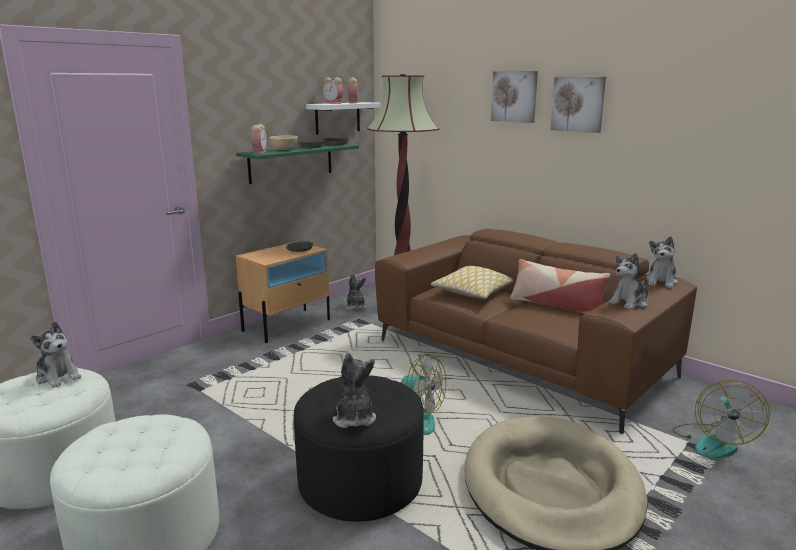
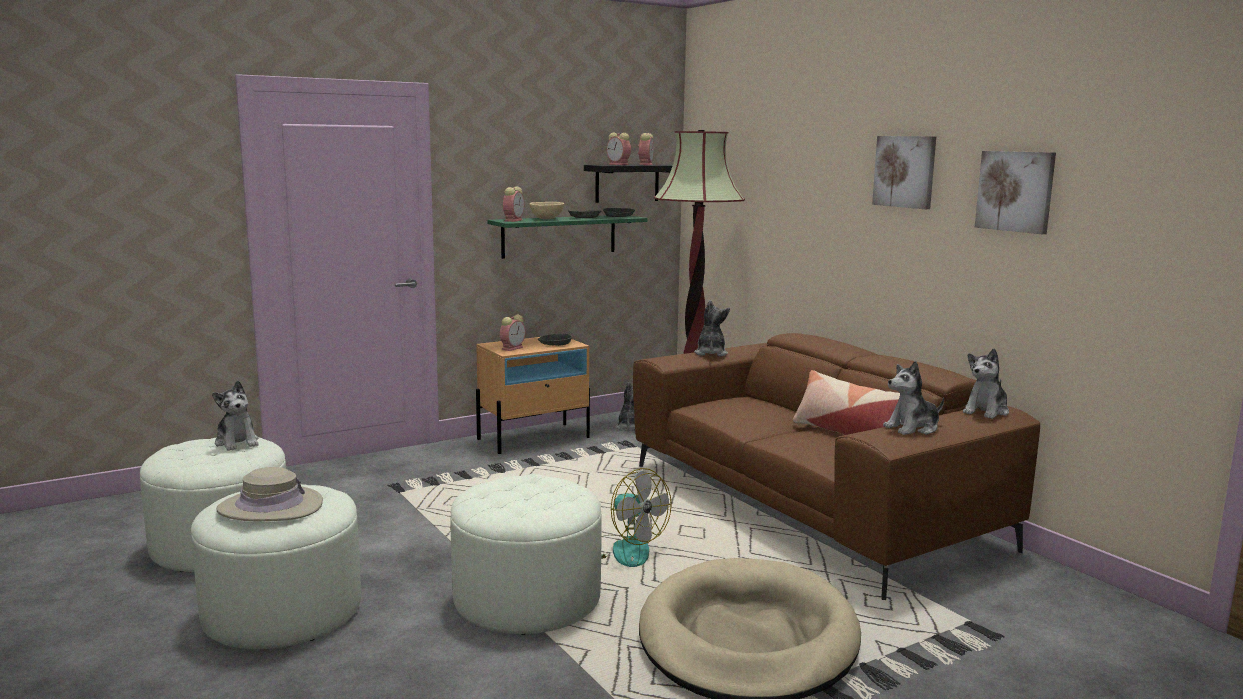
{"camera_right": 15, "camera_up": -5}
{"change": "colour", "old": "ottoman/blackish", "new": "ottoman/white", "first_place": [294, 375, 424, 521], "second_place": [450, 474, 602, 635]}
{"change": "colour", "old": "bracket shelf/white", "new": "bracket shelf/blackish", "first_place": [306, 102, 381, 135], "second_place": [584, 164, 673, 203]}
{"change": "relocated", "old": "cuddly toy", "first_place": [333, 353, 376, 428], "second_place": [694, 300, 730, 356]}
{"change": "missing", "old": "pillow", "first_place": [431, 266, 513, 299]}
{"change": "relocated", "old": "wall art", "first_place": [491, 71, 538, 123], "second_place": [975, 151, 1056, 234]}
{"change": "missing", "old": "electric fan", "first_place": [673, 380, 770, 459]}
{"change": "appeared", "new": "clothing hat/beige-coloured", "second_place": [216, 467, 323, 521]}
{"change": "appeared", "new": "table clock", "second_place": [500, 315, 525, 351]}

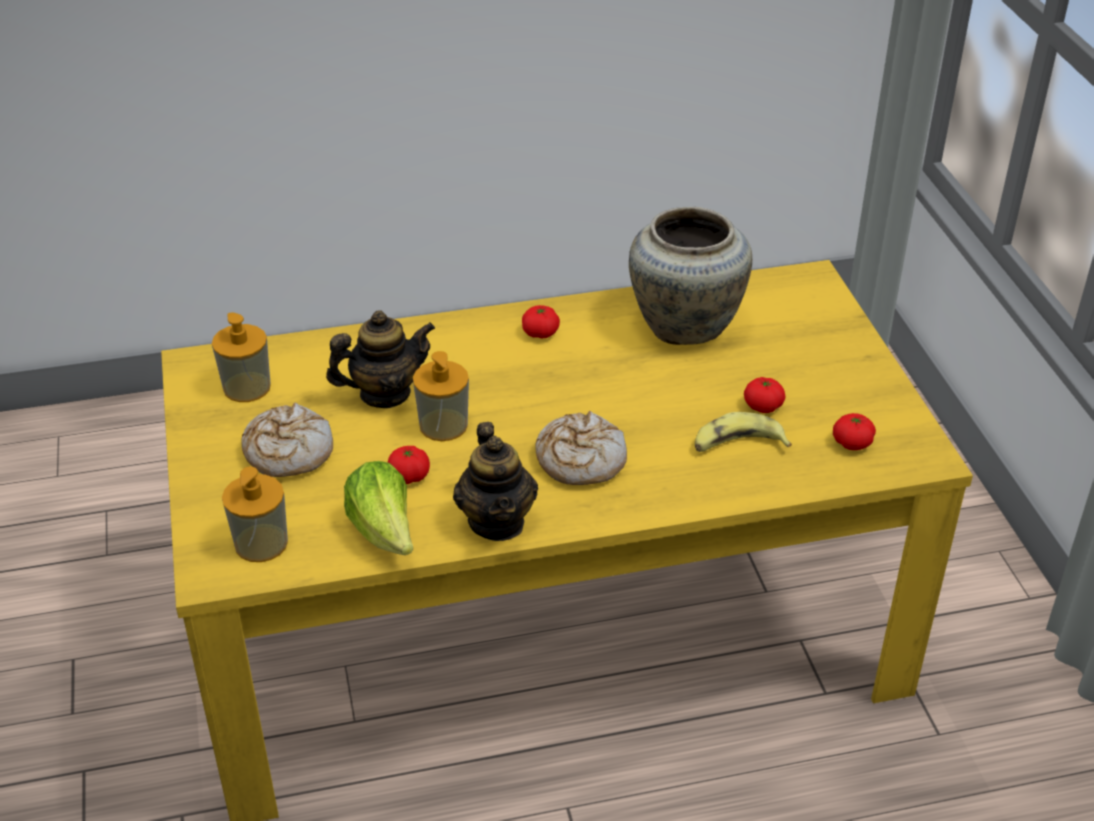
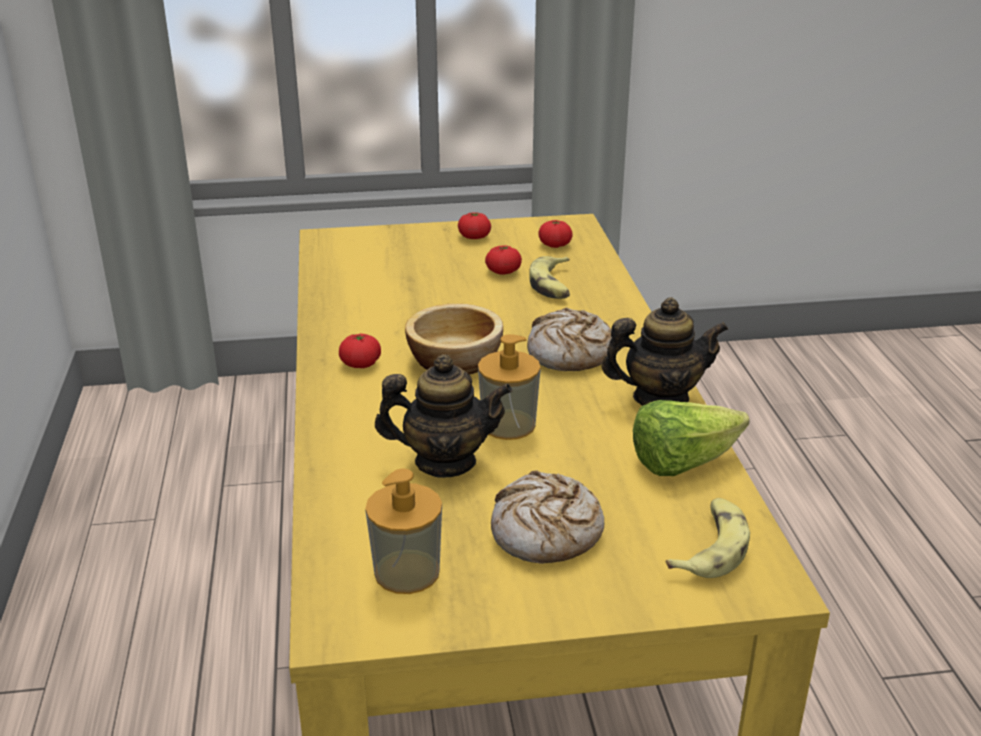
{"camera_right": -85, "camera_up": -10}
{"change": "exchanged", "old": "soap bottle", "new": "banana", "first_place": [222, 467, 288, 562], "second_place": [666, 498, 750, 578]}
{"change": "spun", "old": "tea pot", "first_place": [326, 310, 435, 408], "second_place": [375, 354, 513, 478], "degrees": 105}
{"change": "relocated", "old": "fresh tomato", "first_place": [387, 446, 430, 484], "second_place": [458, 212, 491, 239]}
{"change": "missing", "old": "flower vase/beige-coloured", "first_place": [629, 207, 752, 345]}
{"change": "appeared", "new": "deep dish", "second_place": [405, 304, 503, 375]}

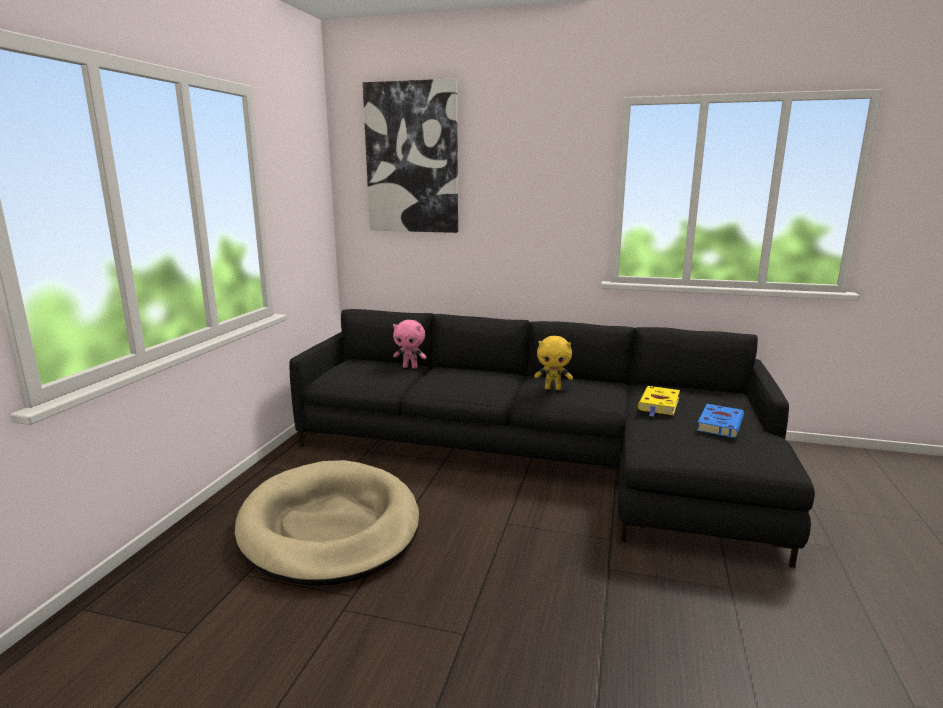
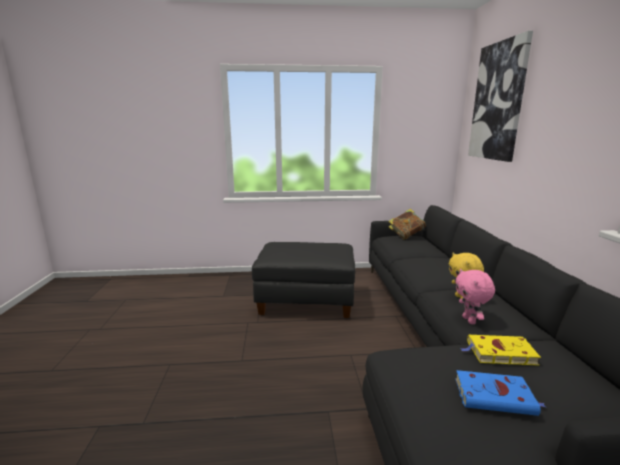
{"camera_right": 70, "camera_up": 0}
{"change": "exchanged", "old": "dog cushion/beige-coloured", "new": "ottoman/blackish", "first_place": [235, 460, 419, 586], "second_place": [252, 242, 355, 318]}
{"change": "relocated", "old": "cuddly toy/pink-coloured", "first_place": [393, 320, 427, 369], "second_place": [455, 269, 495, 324]}
{"change": "appeared", "new": "book", "second_place": [388, 209, 426, 240]}

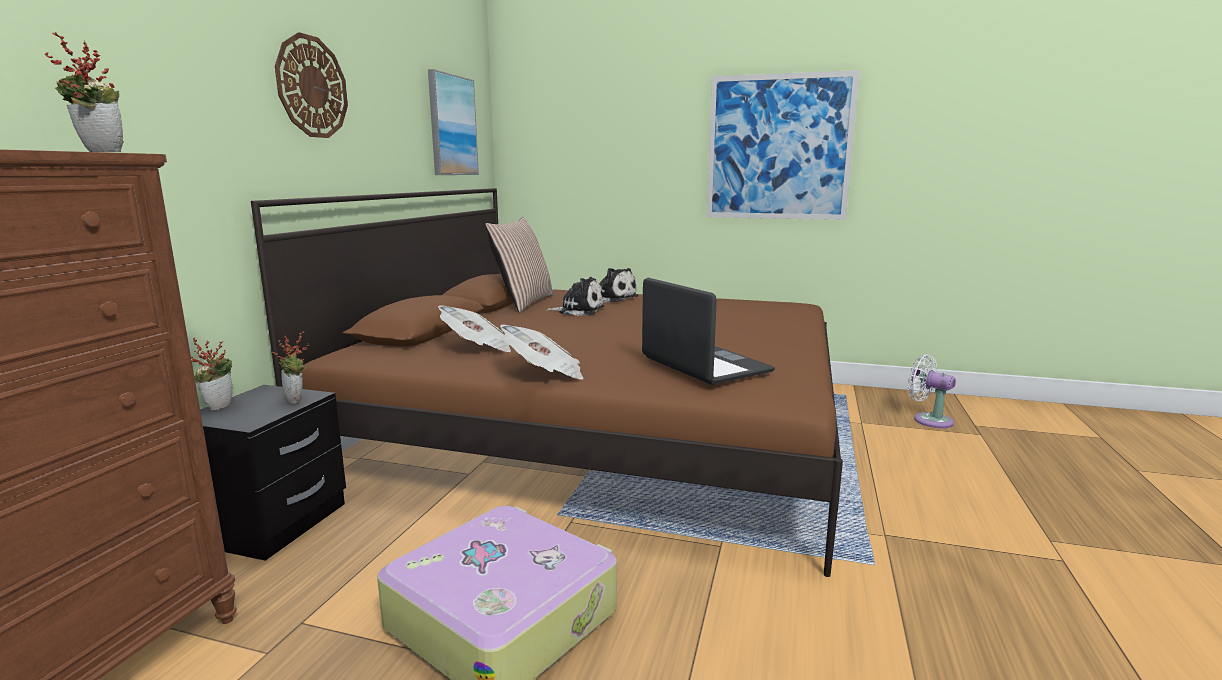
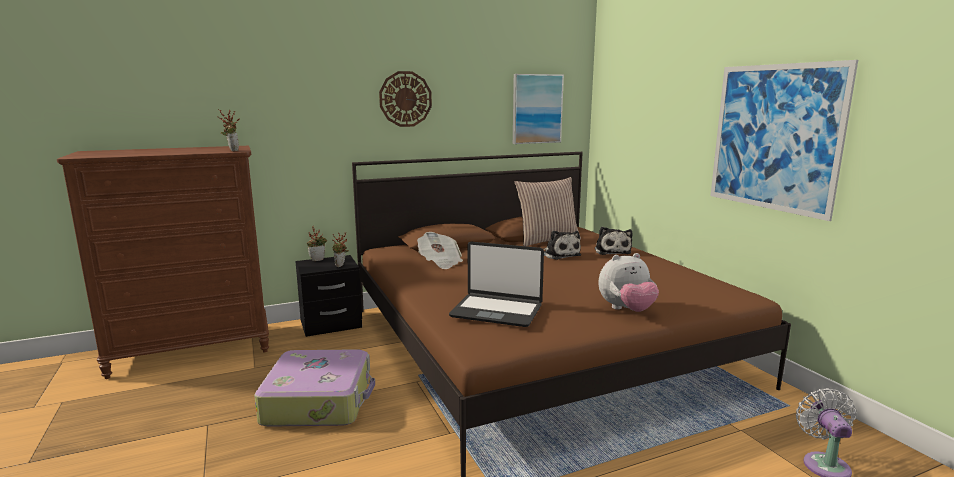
{"camera_right": 50, "camera_up": 0}
{"change": "missing", "old": "printed paper", "first_place": [500, 324, 583, 379]}
{"change": "spun", "old": "laptop", "first_place": [642, 278, 775, 385], "second_place": [449, 242, 544, 327], "degrees": 90}
{"change": "appeared", "new": "cuddly toy", "second_place": [598, 253, 659, 312]}

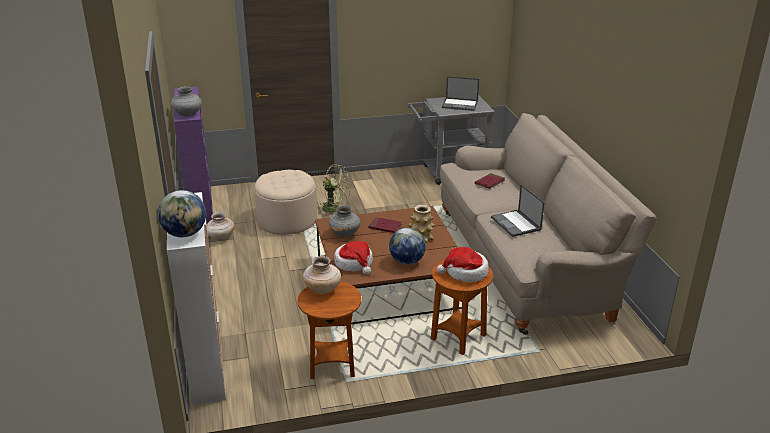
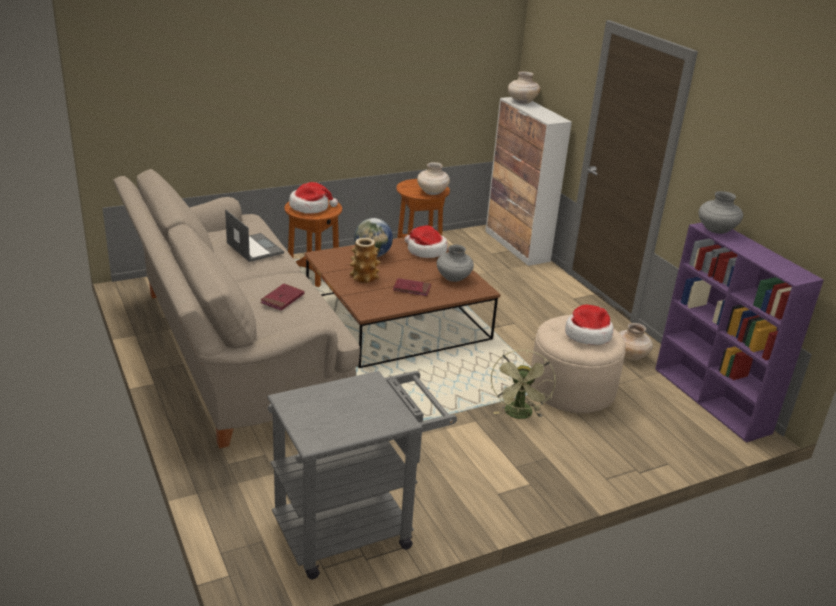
{"camera_right": 165, "camera_up": 0}
{"change": "exchanged", "old": "world globe", "new": "flower vase/beige-coloured", "first_place": [158, 190, 206, 237], "second_place": [508, 71, 540, 104]}
{"change": "spun", "old": "electric fan/greenish", "first_place": [320, 164, 350, 217], "second_place": [491, 350, 556, 419], "degrees": -90}
{"change": "missing", "old": "laptop", "first_place": [442, 76, 479, 111]}
{"change": "appeared", "new": "clothing hat", "second_place": [565, 305, 614, 345]}

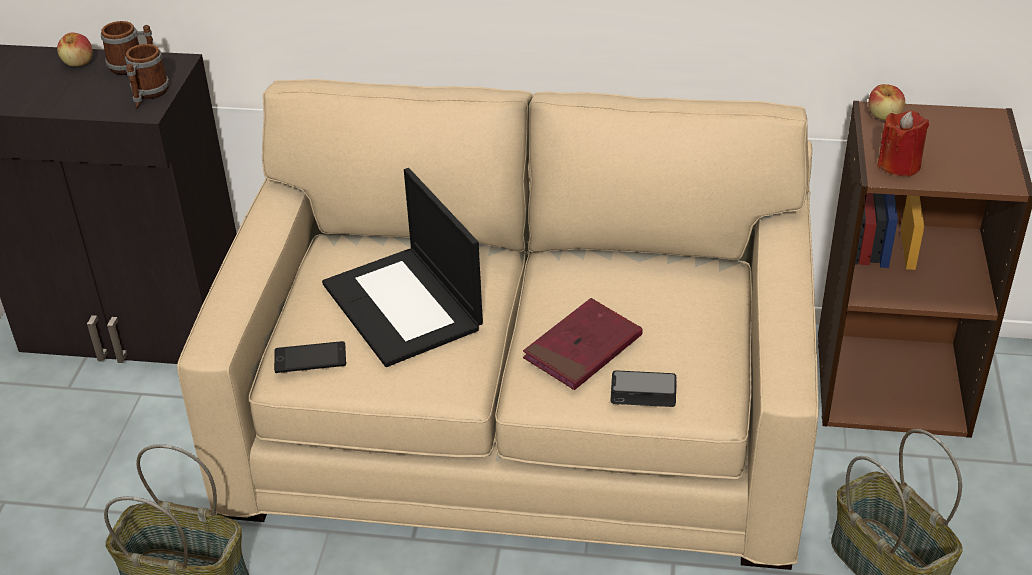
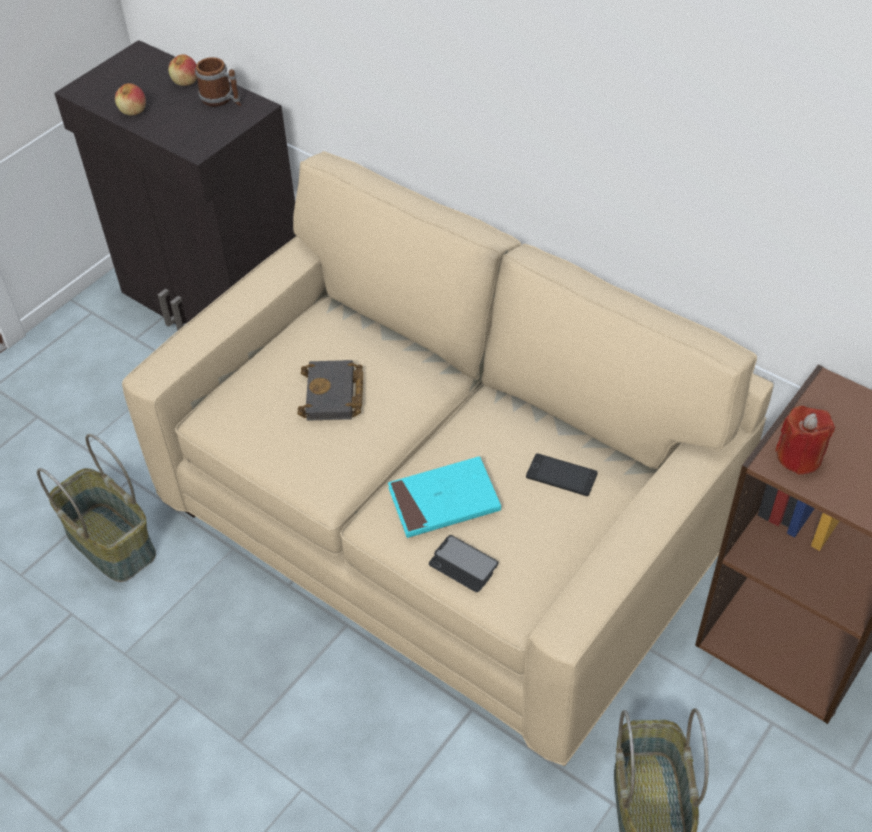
{"camera_right": 30, "camera_up": 10}
{"change": "missing", "old": "tea mug", "first_place": [125, 44, 169, 108]}
{"change": "relocated", "old": "handset", "first_place": [274, 341, 346, 373], "second_place": [526, 453, 598, 496]}
{"change": "exchanged", "old": "laptop", "new": "book/blackish", "first_place": [322, 168, 483, 367], "second_place": [297, 360, 363, 421]}
{"change": "colour", "old": "book/reddish", "new": "book/blue-green", "first_place": [523, 298, 643, 390], "second_place": [388, 456, 501, 538]}
{"change": "relocated", "old": "whole apple", "first_place": [869, 84, 905, 120], "second_place": [115, 83, 146, 115]}

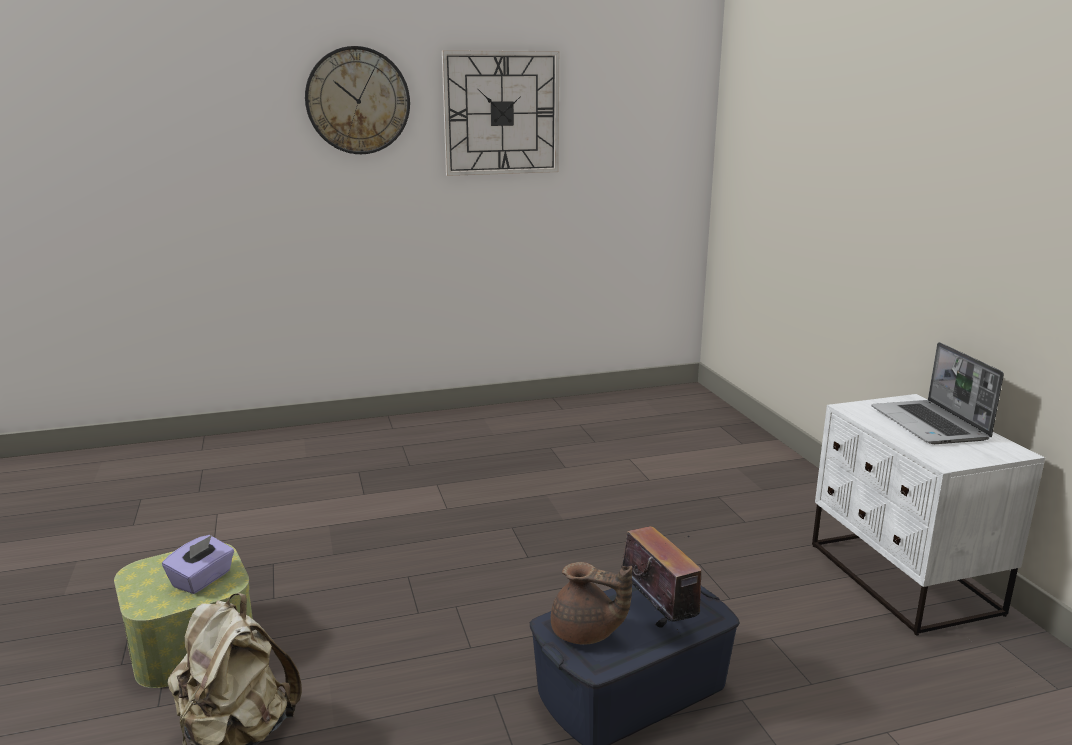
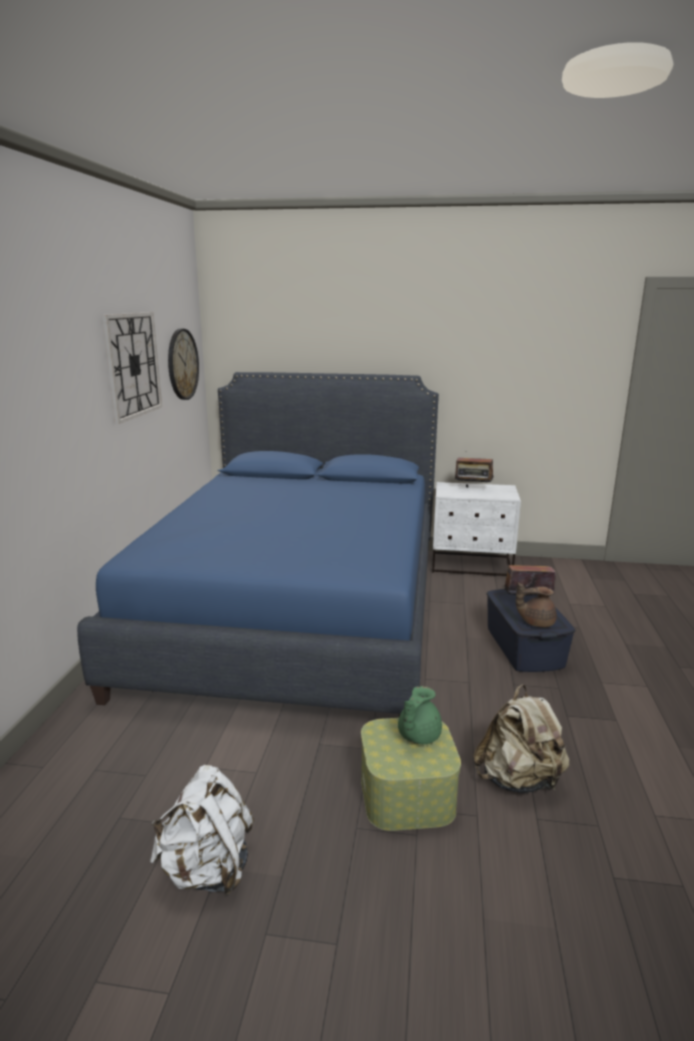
{"camera_right": -65, "camera_up": 0}
{"change": "exchanged", "old": "tissue holder/purplish", "new": "tea pot/greenish", "first_place": [162, 535, 234, 594], "second_place": [398, 686, 442, 744]}
{"change": "relocated", "old": "clock on the wall", "first_place": [305, 46, 410, 154], "second_place": [168, 329, 199, 400]}
{"change": "spun", "old": "tea pot/brown-coloured", "first_place": [551, 562, 633, 645], "second_place": [516, 582, 557, 627], "degrees": -135}
{"change": "exchanged", "old": "laptop", "new": "radio set", "first_place": [871, 342, 1004, 444], "second_place": [455, 458, 494, 488]}
{"change": "appeared", "new": "bed/bluish", "second_place": [77, 372, 439, 716]}
{"change": "appeared", "new": "rucksack/white", "second_place": [150, 765, 254, 895]}

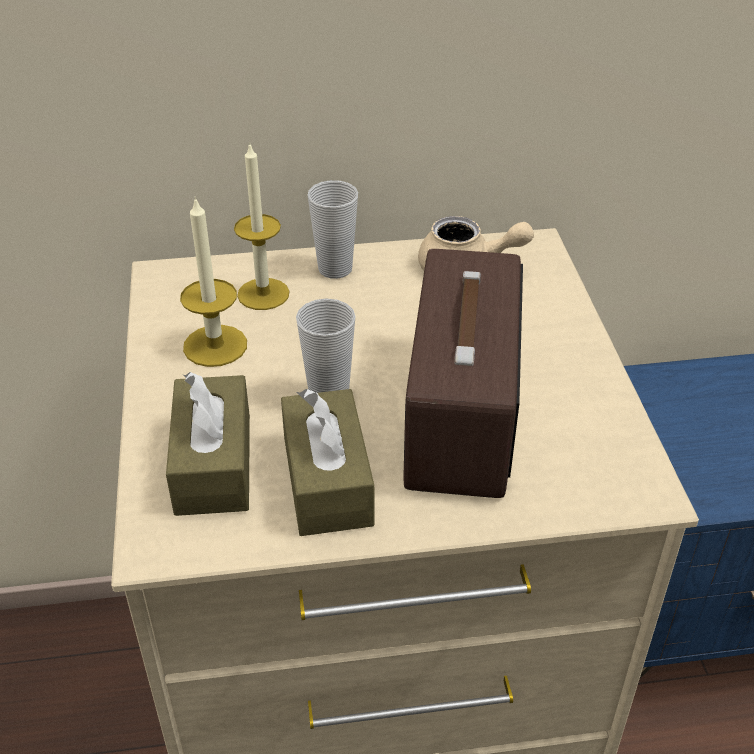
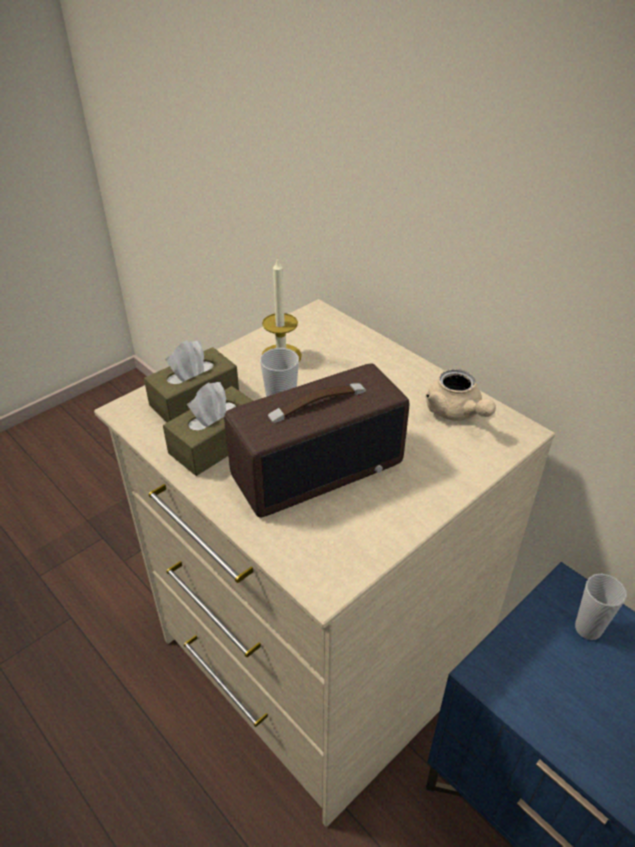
{"camera_right": 55, "camera_up": 0}
{"change": "missing", "old": "wax light", "first_place": [234, 142, 289, 310]}
{"change": "relocated", "old": "cup", "first_place": [307, 180, 358, 279], "second_place": [575, 573, 627, 640]}

